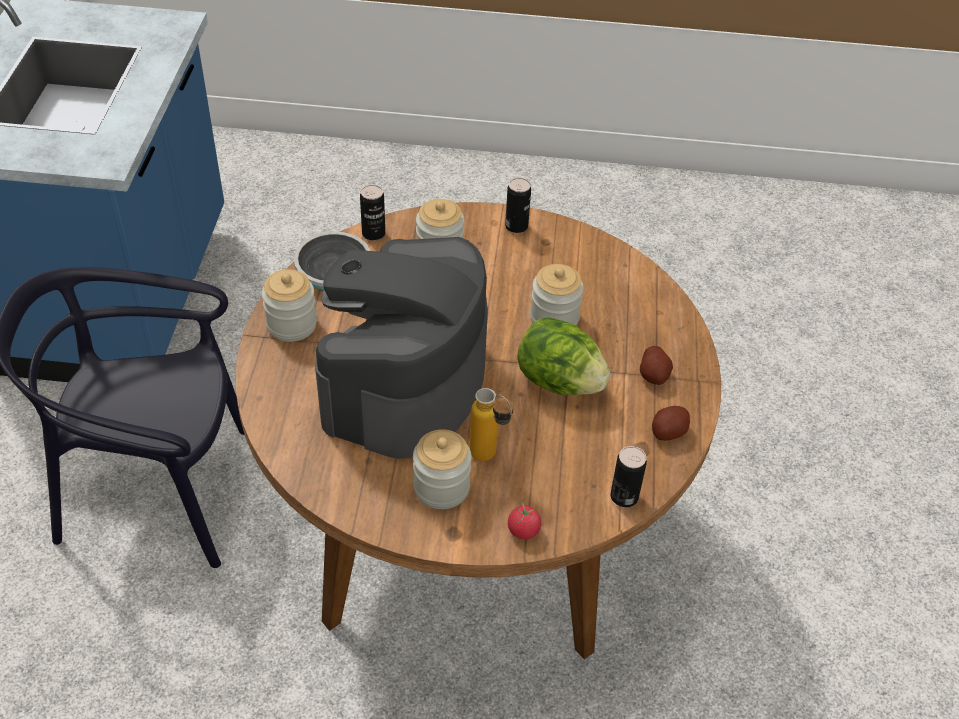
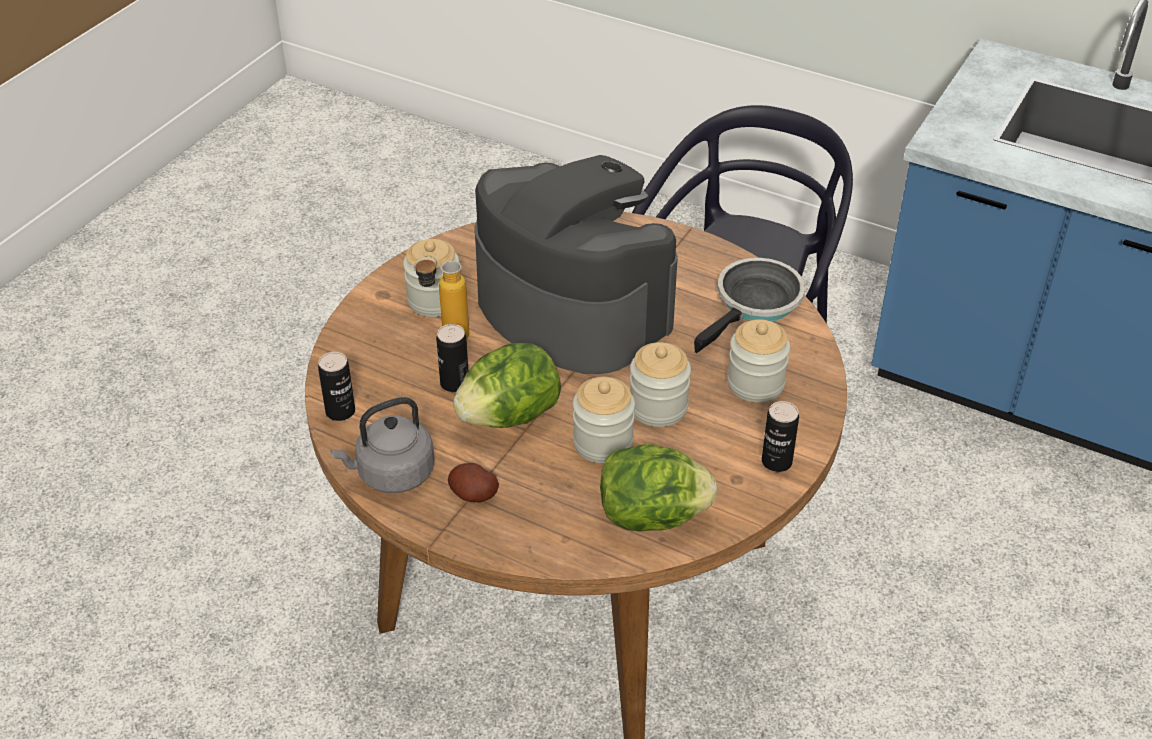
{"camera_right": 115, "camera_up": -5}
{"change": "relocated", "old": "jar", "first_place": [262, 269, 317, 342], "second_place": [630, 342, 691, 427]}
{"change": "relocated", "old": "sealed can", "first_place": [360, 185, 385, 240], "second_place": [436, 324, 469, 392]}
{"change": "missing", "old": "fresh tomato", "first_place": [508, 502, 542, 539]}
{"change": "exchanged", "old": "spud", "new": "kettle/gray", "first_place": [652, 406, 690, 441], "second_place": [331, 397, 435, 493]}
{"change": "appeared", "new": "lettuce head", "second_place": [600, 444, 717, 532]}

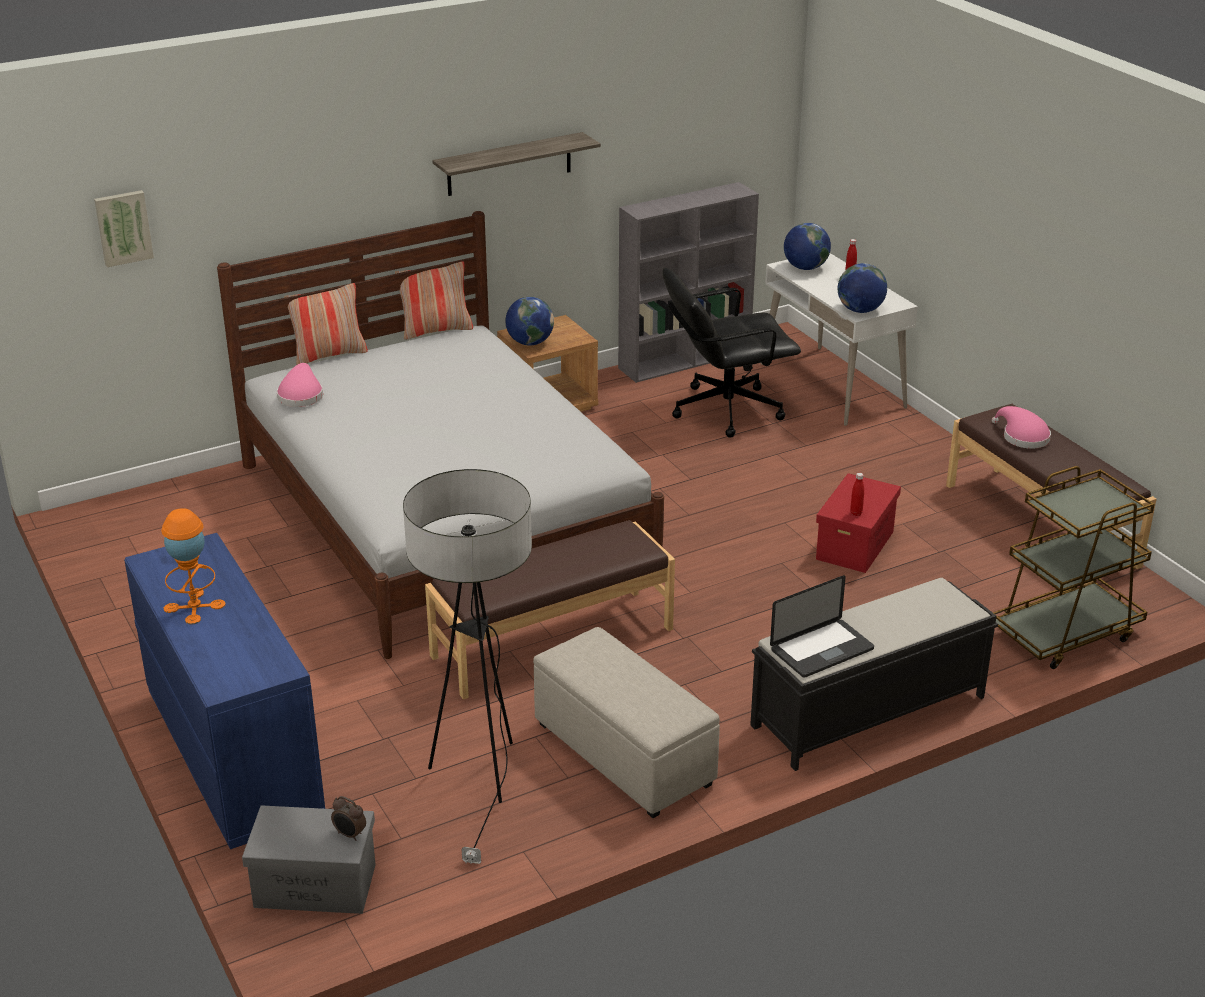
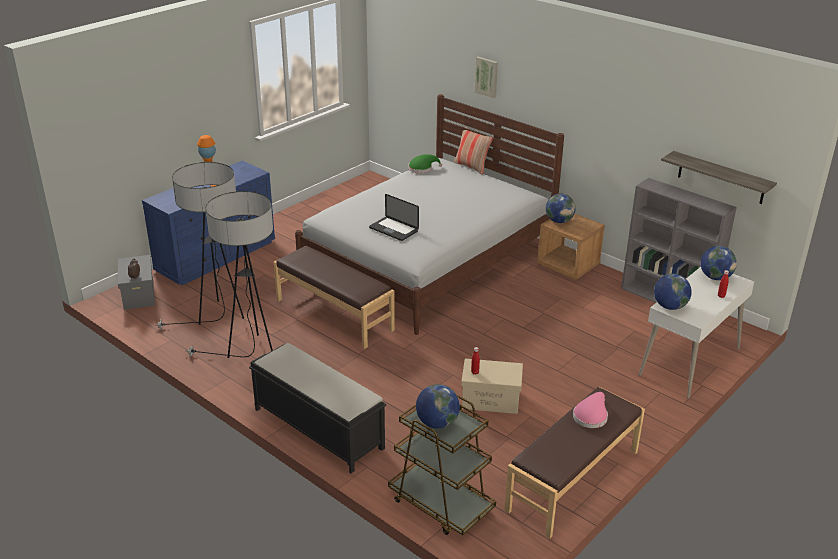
{"camera_right": 70, "camera_up": 0}
{"change": "relocated", "old": "wall art", "first_place": [94, 190, 154, 267], "second_place": [475, 57, 498, 98]}
{"change": "colour", "old": "clothing hat/pink-coloured", "new": "clothing hat/greenish", "first_place": [277, 363, 323, 407], "second_place": [408, 154, 442, 173]}
{"change": "missing", "old": "pillow", "first_place": [395, 261, 473, 340]}
{"change": "relocated", "old": "bracket shelf", "first_place": [432, 132, 601, 196], "second_place": [661, 151, 777, 204]}
{"change": "exchanged", "old": "ottoman/beige-coloured", "new": "floor lamp", "first_place": [533, 627, 720, 818], "second_place": [185, 191, 273, 358]}
{"change": "missing", "old": "desk chair/blackish", "first_place": [662, 268, 801, 438]}
{"change": "relocated", "old": "laptop", "first_place": [770, 575, 874, 678], "second_place": [369, 194, 419, 241]}
{"change": "colour", "old": "storage container/reddish", "new": "storage container/beige-coloured", "first_place": [816, 473, 901, 573], "second_place": [461, 358, 523, 414]}
{"change": "appeared", "new": "world globe", "second_place": [416, 384, 460, 429]}

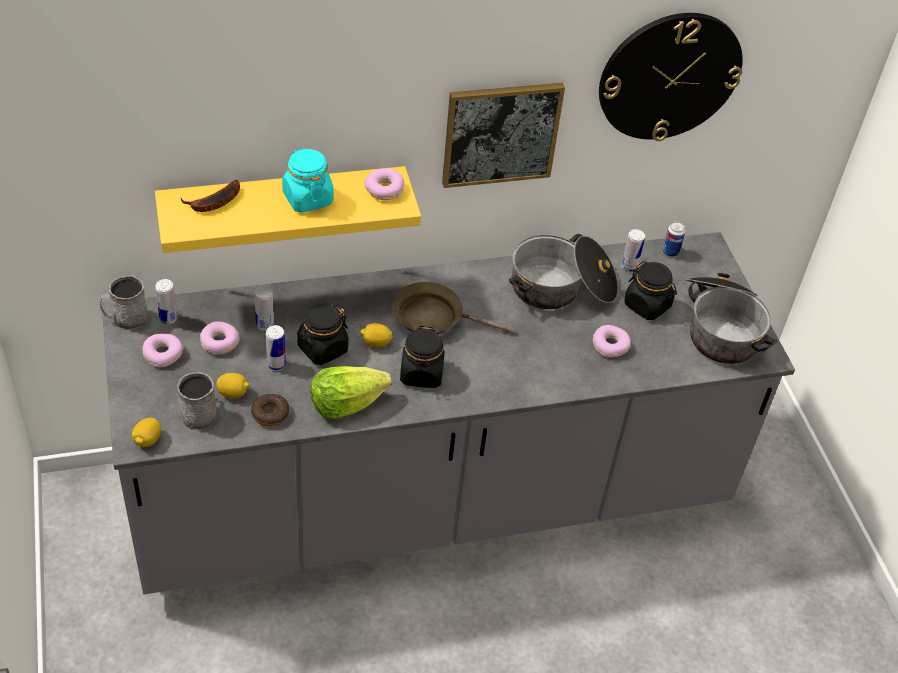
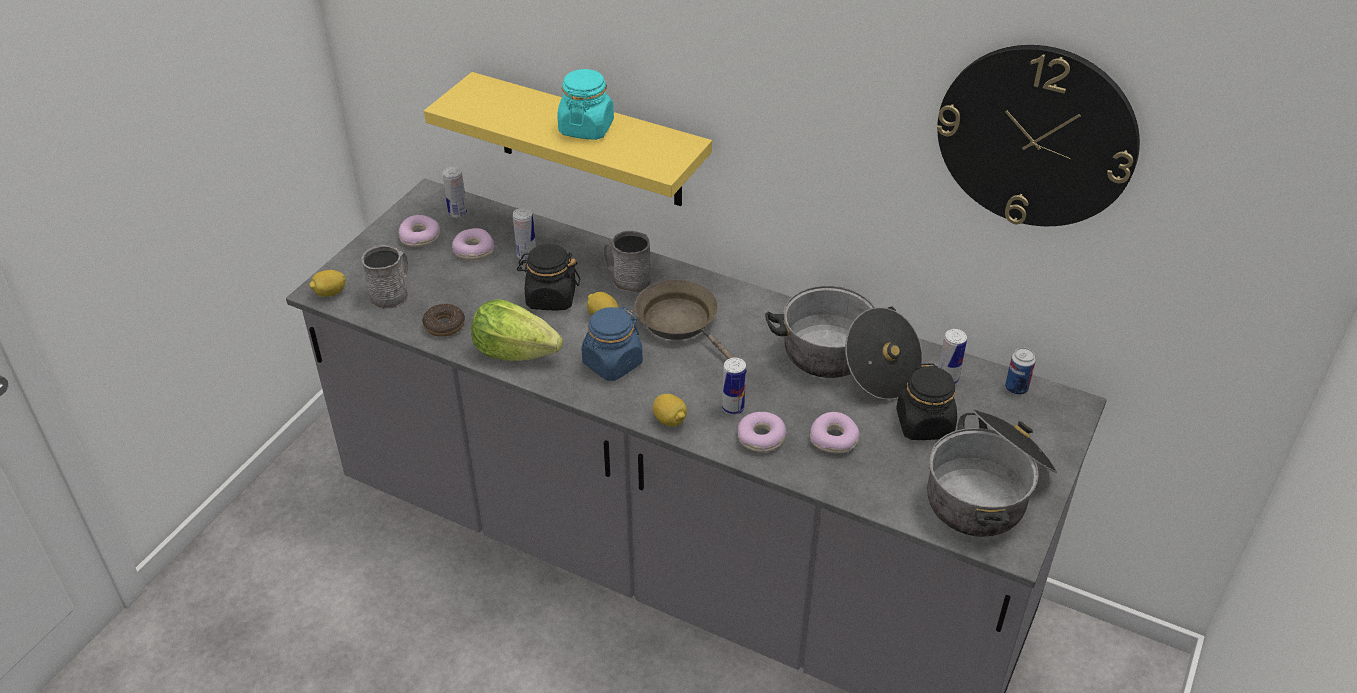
{"camera_right": 45, "camera_up": -5}
{"change": "relocated", "old": "tea mug/gray", "first_place": [100, 275, 148, 330], "second_place": [603, 231, 651, 293]}
{"change": "missing", "old": "banana", "first_place": [181, 180, 240, 212]}
{"change": "relocated", "old": "lemon", "first_place": [216, 373, 249, 398], "second_place": [653, 394, 687, 427]}
{"change": "relocated", "old": "sealed can", "first_place": [266, 325, 286, 371], "second_place": [722, 358, 746, 415]}
{"change": "relocated", "old": "donut", "first_place": [364, 168, 404, 200], "second_place": [738, 412, 786, 452]}
{"change": "colour", "old": "jar/blackish", "new": "jar/bluish", "first_place": [400, 326, 445, 388], "second_place": [582, 307, 643, 381]}
{"change": "missing", "old": "wall art", "first_place": [442, 83, 565, 188]}

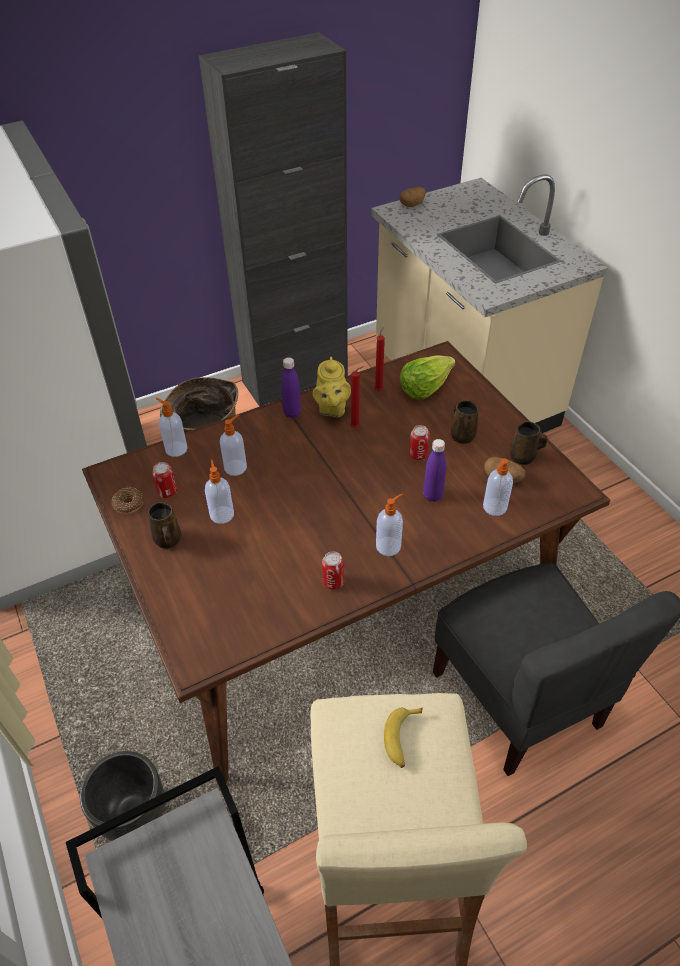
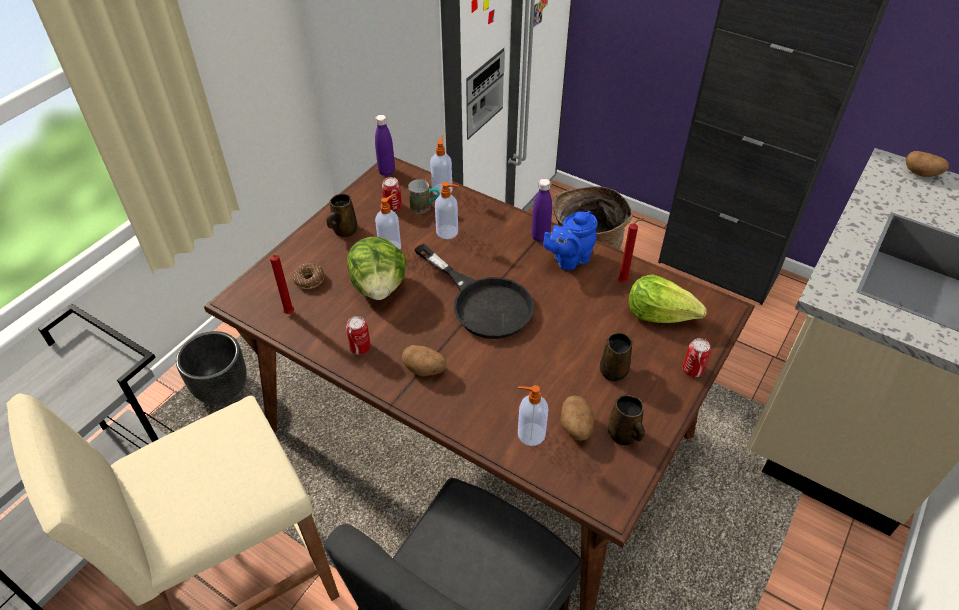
{"camera_right": 60, "camera_up": 0}
{"change": "relocated", "old": "donut", "first_place": [111, 487, 144, 514], "second_place": [293, 264, 324, 289]}
{"change": "colour", "old": "tea pot/yellow-coloured", "new": "tea pot/bluish", "first_place": [313, 357, 351, 417], "second_place": [543, 211, 598, 271]}
{"change": "relocated", "old": "wax light/reddish", "first_place": [350, 366, 364, 428], "second_place": [270, 254, 294, 314]}
{"change": "exchanged", "old": "soap bottle", "new": "spud", "first_place": [376, 494, 403, 556], "second_place": [402, 345, 447, 376]}
{"change": "missing", "old": "banana", "first_place": [384, 708, 422, 768]}
{"change": "relocated", "old": "sealed can", "first_place": [409, 425, 430, 460], "second_place": [682, 338, 711, 377]}
{"change": "relocated", "old": "beverage bottle/purplish", "first_place": [423, 439, 446, 502], "second_place": [375, 115, 395, 176]}
{"change": "appeared", "new": "lettuce head", "second_place": [347, 237, 407, 300]}
{"change": "appeared", "new": "tea mug", "second_place": [408, 179, 440, 214]}
{"change": "appeared", "new": "skillet/blackish", "second_place": [414, 244, 534, 339]}

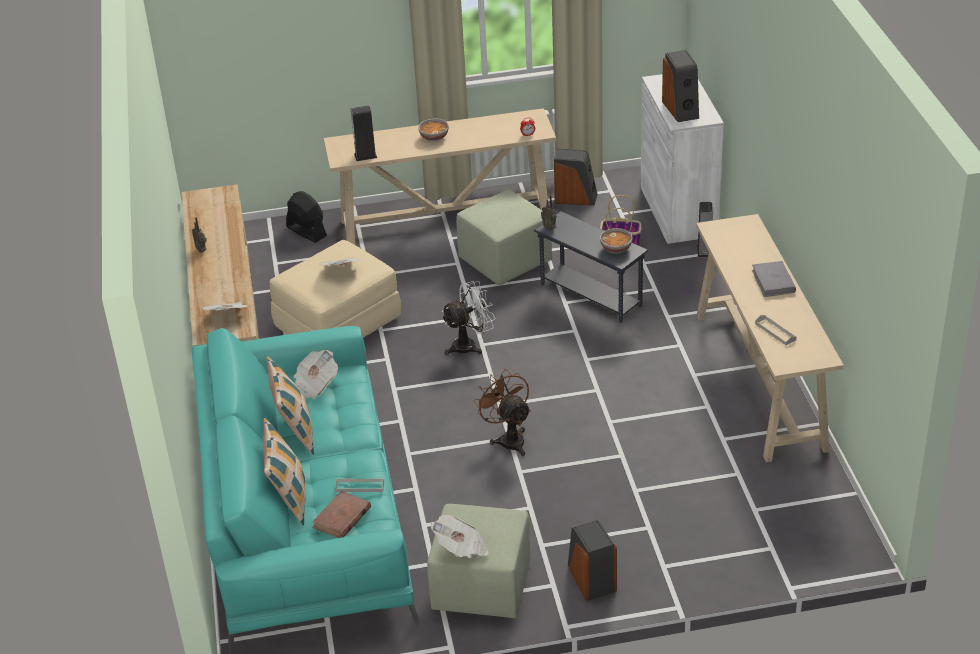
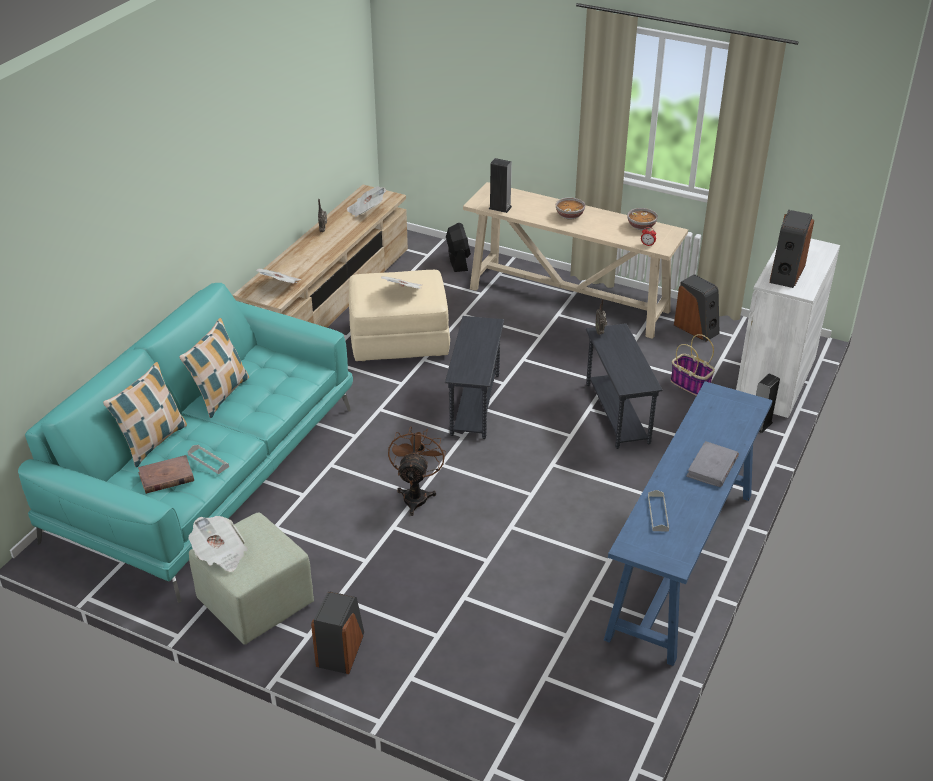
{"camera_right": 35, "camera_up": 0}
{"change": "relocated", "old": "printed paper", "first_place": [293, 350, 338, 399], "second_place": [347, 186, 386, 217]}
{"change": "exchanged", "old": "electric fan/white", "new": "end table/gray", "first_place": [441, 281, 496, 355], "second_place": [445, 316, 504, 439]}
{"change": "missing", "old": "ottoman/greenish", "first_place": [456, 190, 552, 286]}
{"change": "relocated", "old": "deep dish", "first_place": [600, 228, 633, 254], "second_place": [627, 208, 658, 230]}
{"change": "colour", "old": "console table/beige-coloured", "new": "console table/bluish", "first_place": [696, 214, 844, 462], "second_place": [604, 381, 773, 666]}

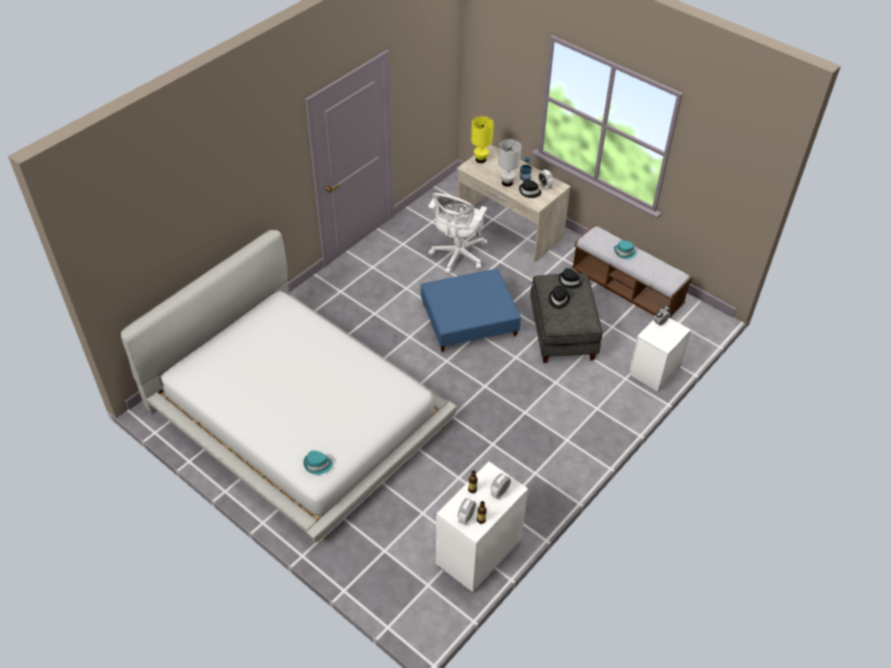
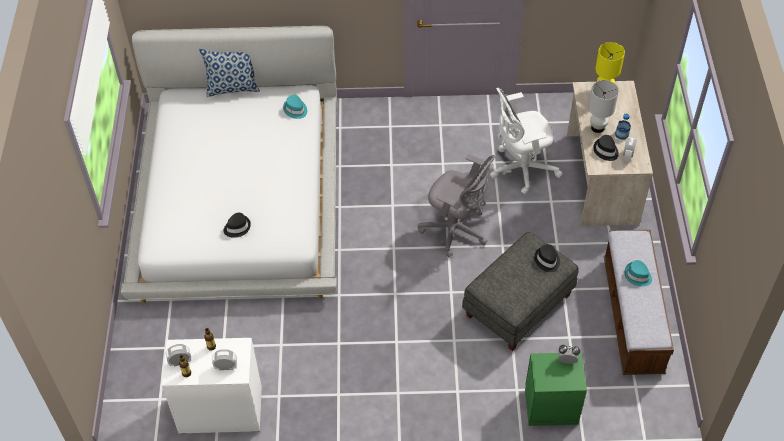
{"camera_right": 50, "camera_up": 5}
{"change": "relocated", "old": "clothing hat/blue-green", "first_place": [304, 450, 333, 475], "second_place": [283, 95, 307, 119]}
{"change": "exchanged", "old": "ottoman/bluish", "new": "desk chair/gray", "first_place": [421, 269, 521, 352], "second_place": [418, 154, 496, 257]}
{"change": "relocated", "old": "clothing hat/blackish", "first_place": [548, 286, 570, 309], "second_place": [223, 213, 251, 238]}
{"change": "colour", "old": "nightstand/white", "new": "nightstand/greenish", "first_place": [630, 318, 691, 392], "second_place": [525, 352, 587, 426]}
{"change": "appeared", "new": "pillow", "second_place": [199, 49, 260, 97]}

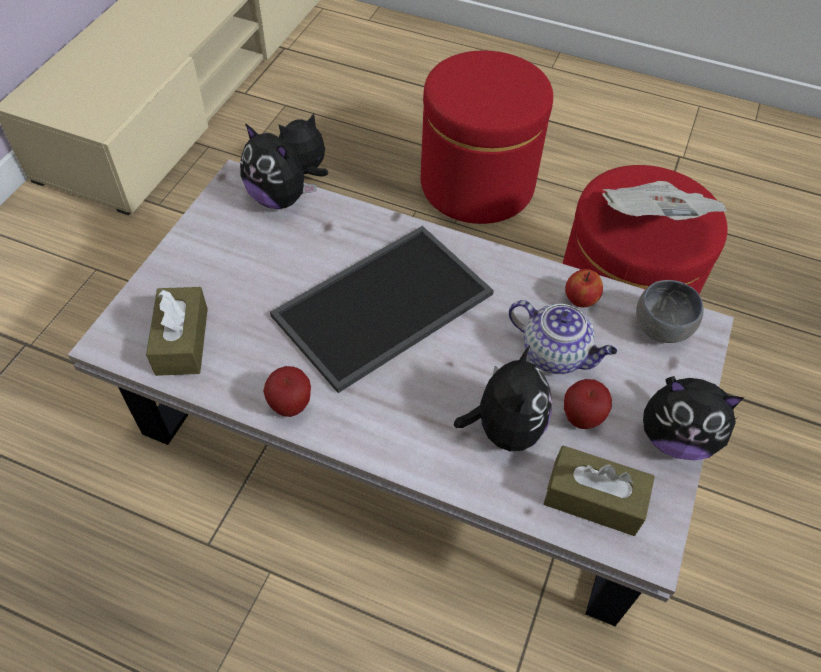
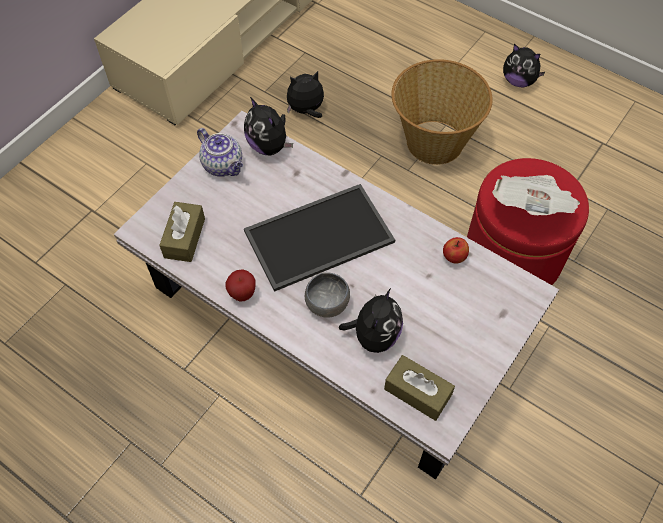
{"camera_right": 15, "camera_up": 5}
{"change": "exchanged", "old": "ottoman/reddish", "new": "basket", "first_place": [421, 51, 553, 224], "second_place": [391, 59, 493, 165]}
{"change": "relocated", "old": "tea pot", "first_place": [509, 300, 617, 374], "second_place": [197, 128, 243, 176]}
{"change": "missing", "old": "whole apple", "first_place": [564, 379, 612, 429]}
{"change": "relocated", "old": "deep dish/gray", "first_place": [636, 280, 703, 343], "second_place": [305, 272, 350, 318]}
{"change": "relocated", "old": "cuddly toy", "first_place": [643, 376, 744, 460], "second_place": [503, 44, 545, 87]}

